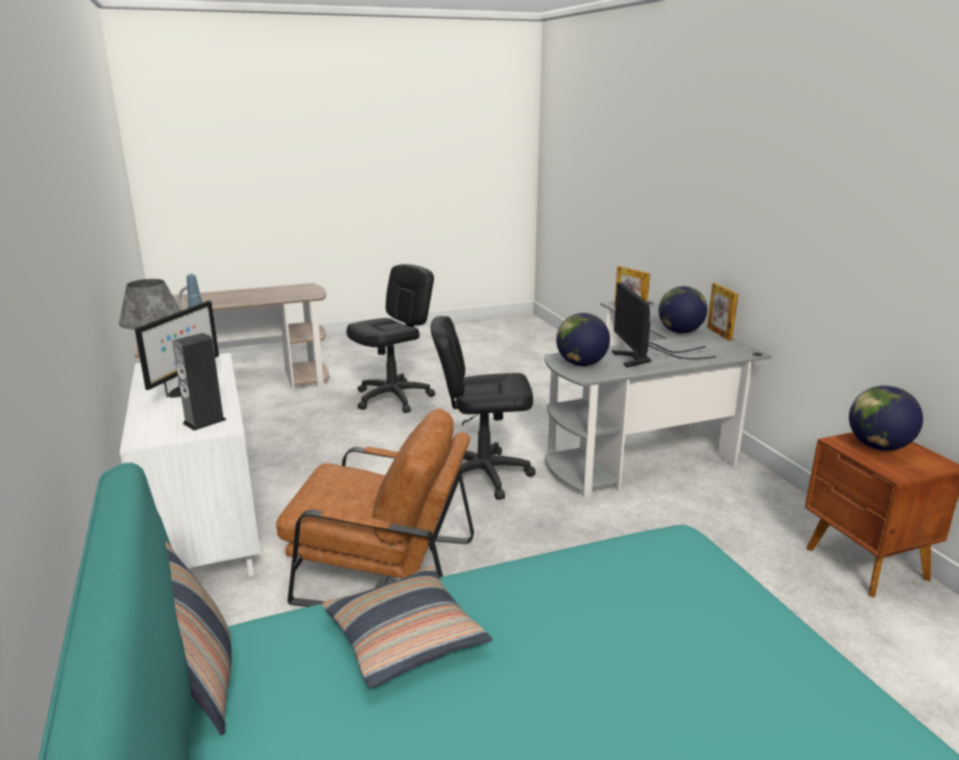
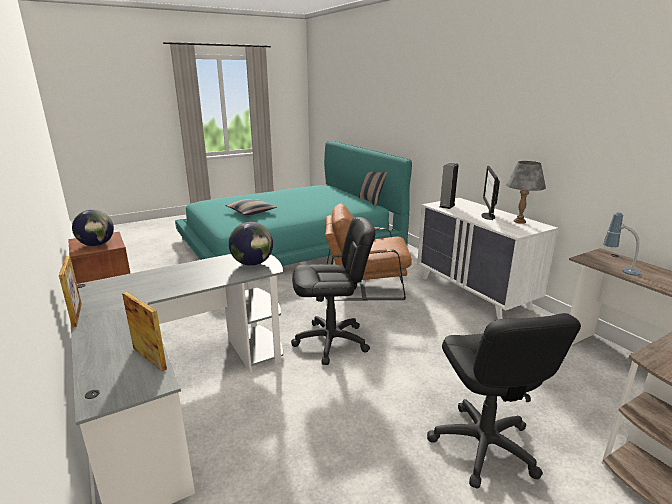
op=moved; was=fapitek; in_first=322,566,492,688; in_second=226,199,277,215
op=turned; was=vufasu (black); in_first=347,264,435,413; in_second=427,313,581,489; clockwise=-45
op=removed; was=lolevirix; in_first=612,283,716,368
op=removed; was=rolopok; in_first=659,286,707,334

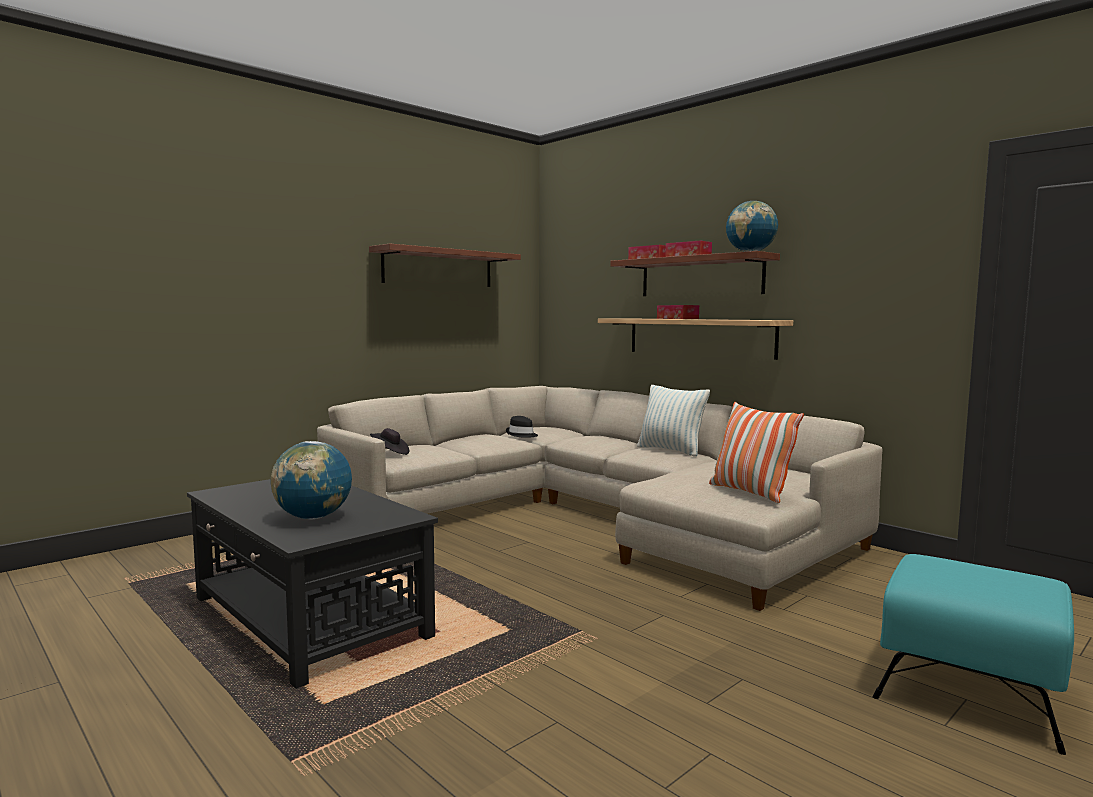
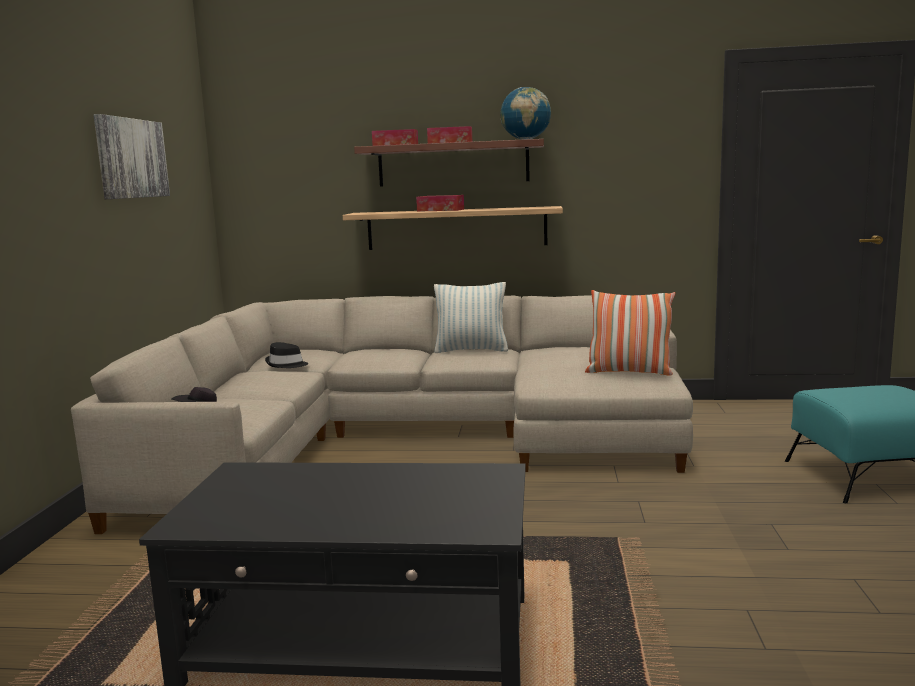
op=removed; was=rolopok; in_first=271,441,352,519
op=replaced; was=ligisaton; now=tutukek; in_first=369,244,521,287; in_second=94,114,170,199

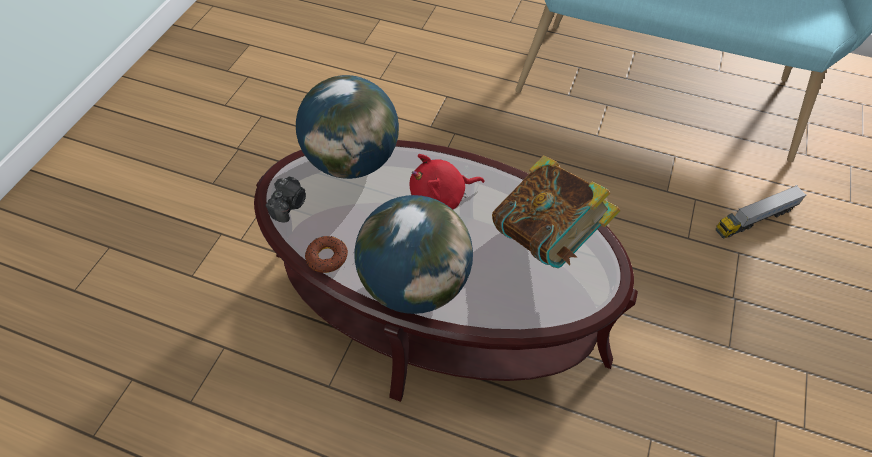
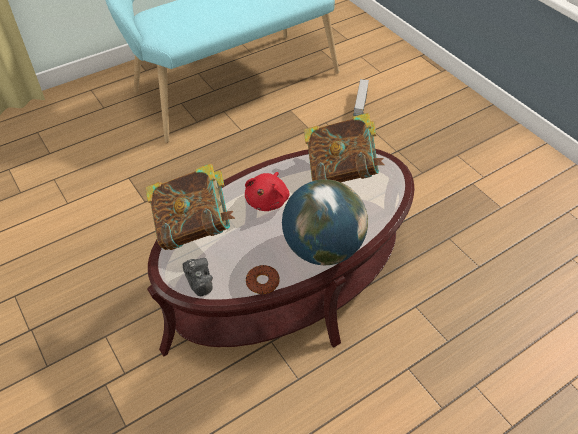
op=replaced; was=rolopok; now=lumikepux; in_first=296,75,399,179; in_second=145,163,235,250

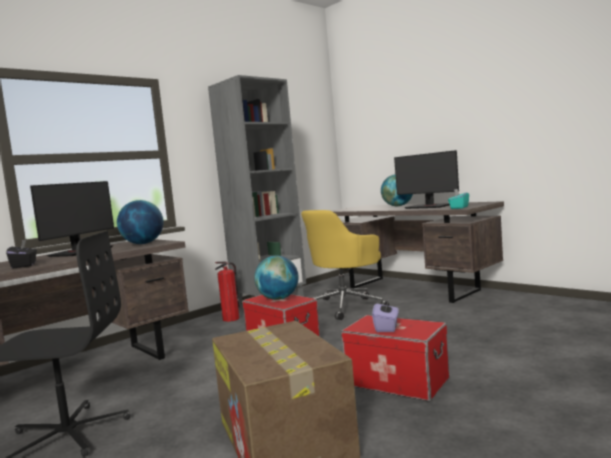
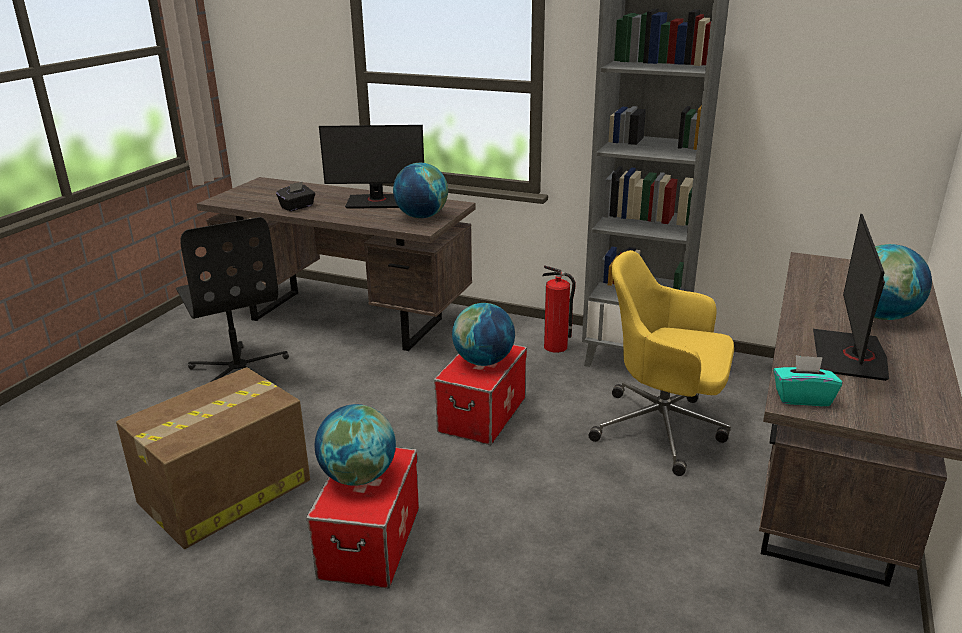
op=replaced; was=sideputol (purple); now=rolopok; in_first=372,298,399,332; in_second=315,404,396,486

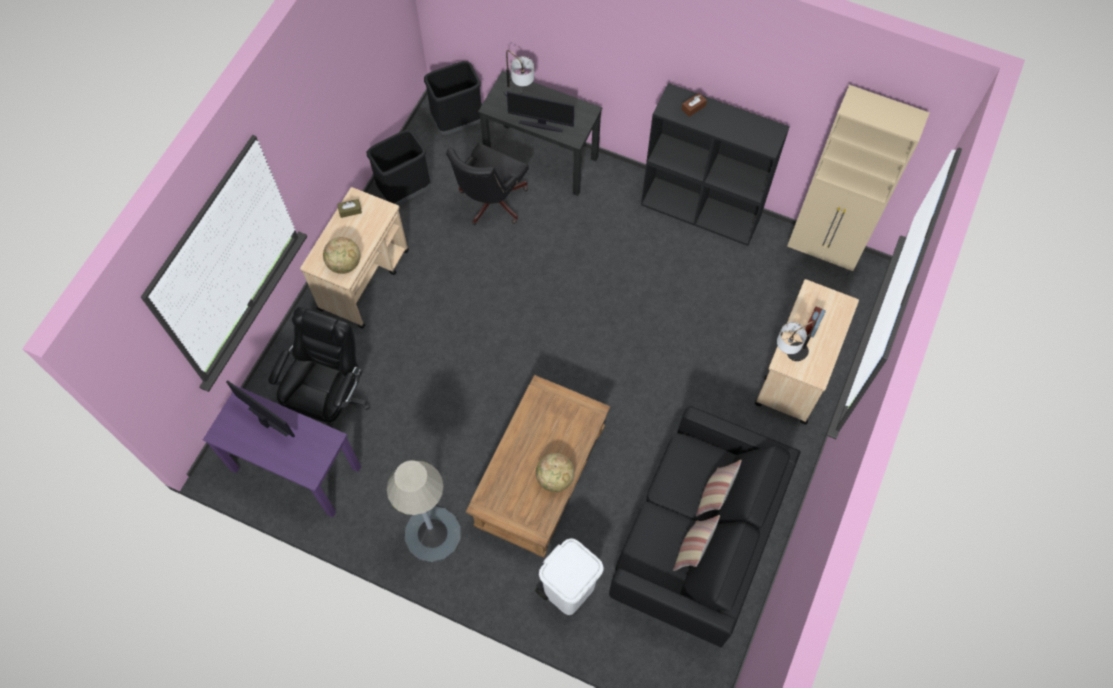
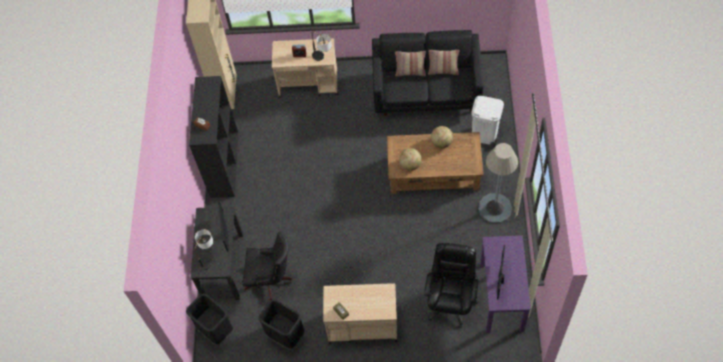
op=turned; was=vufasu (black); in_first=268,307,370,428; in_second=424,243,479,328; clockwise=105
op=moved; was=rolopok; in_first=323,237,360,274; in_second=399,148,422,171

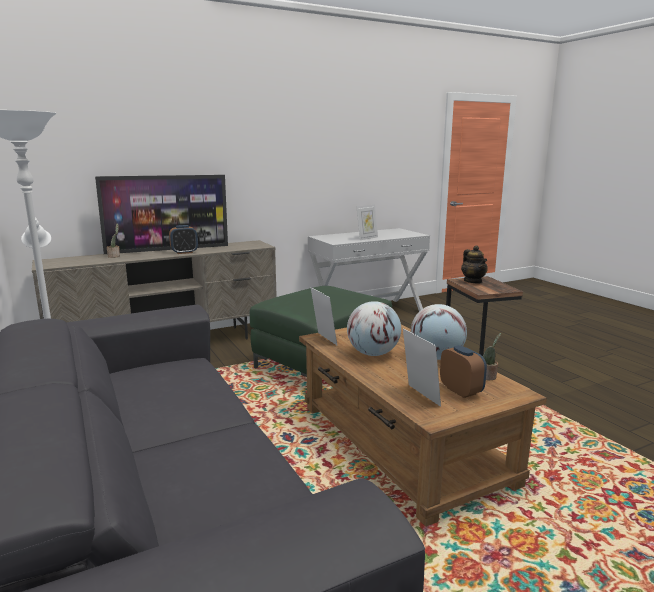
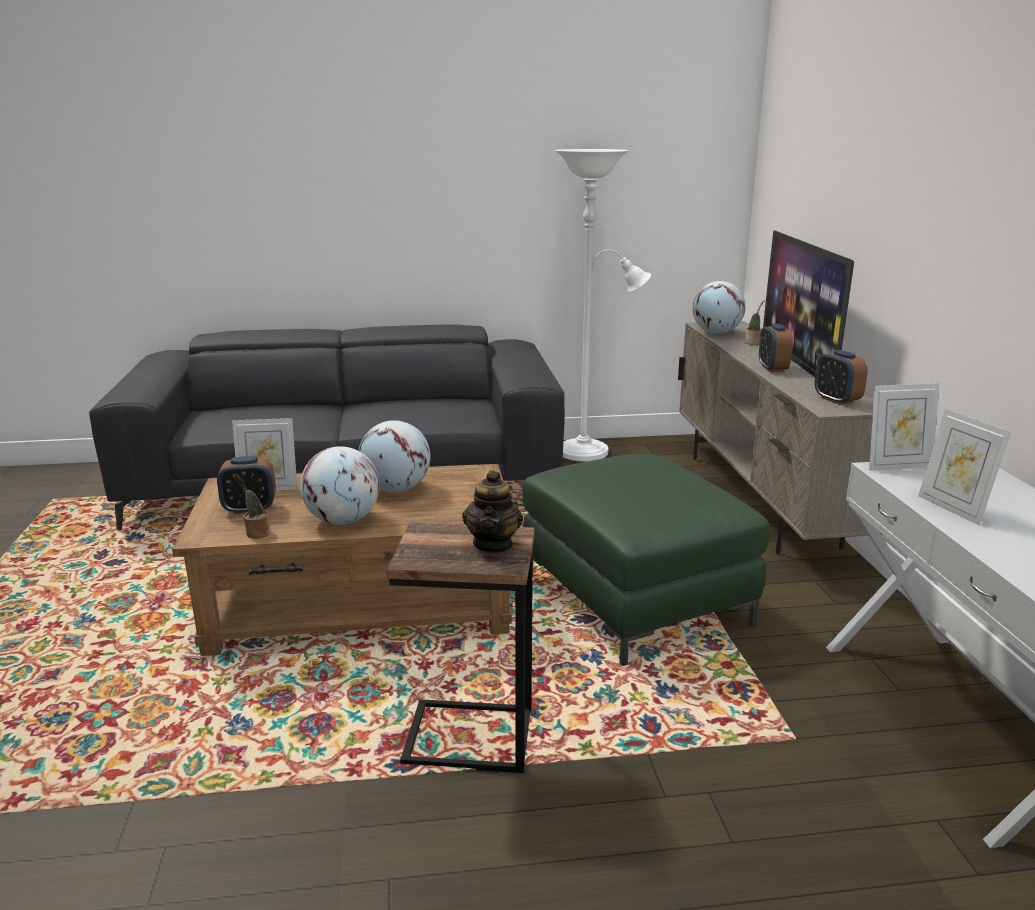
op=moved; was=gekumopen; in_first=311,287,337,345; in_second=869,383,939,471
op=turned; was=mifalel; in_first=461,245,488,283; in_second=462,470,523,553; clockwise=-90
op=added; now=rolopok; in_second=692,281,746,334
op=added; now=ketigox; in_second=814,350,868,405

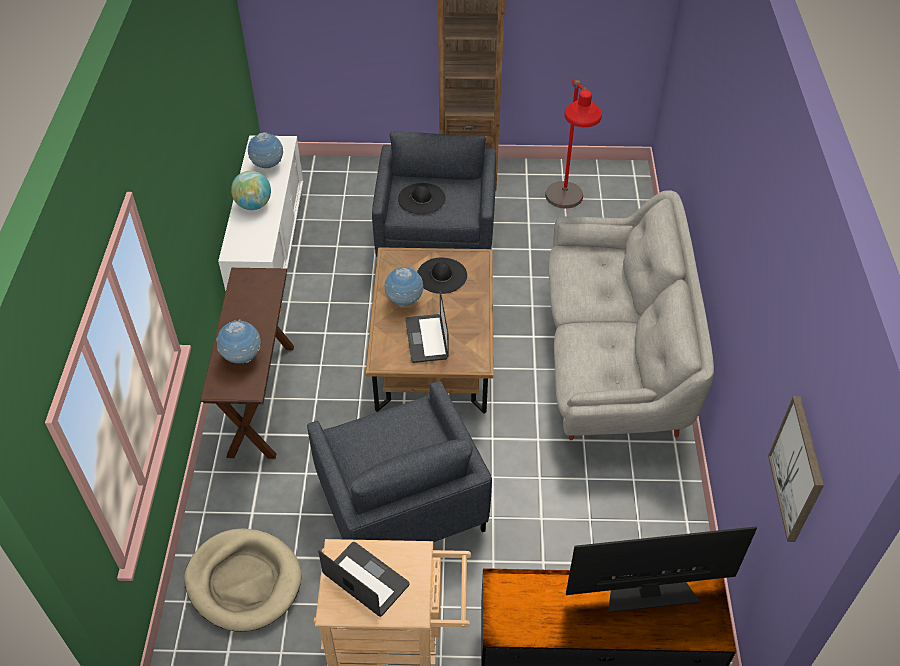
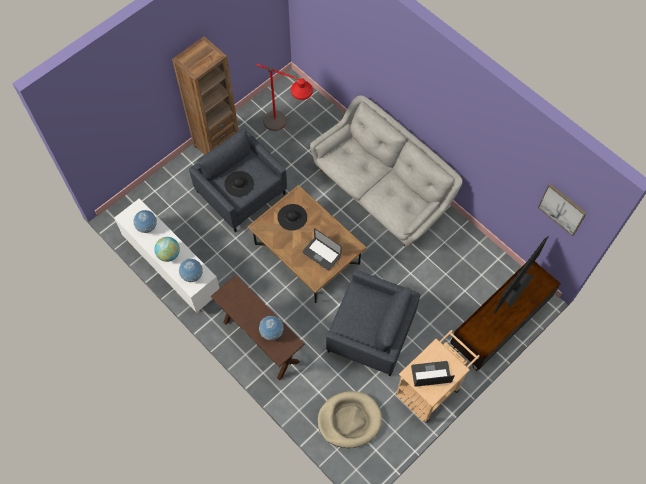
op=moved; was=rolopok; in_first=384,267,423,307; in_second=179,258,203,282

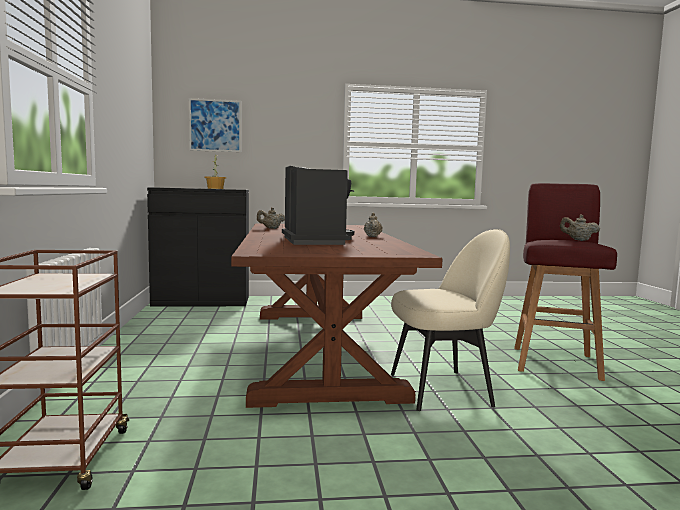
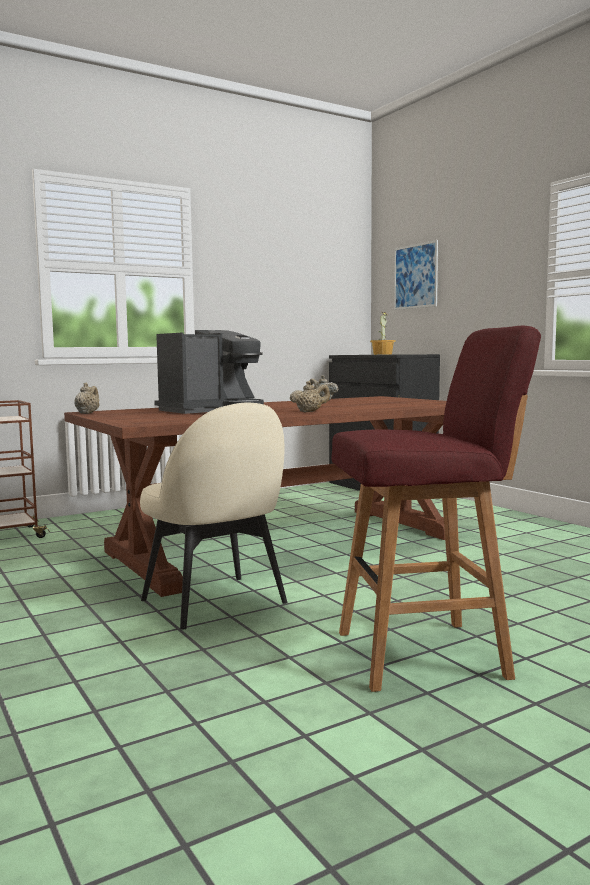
op=moved; was=mifalel (beige); in_first=560,214,600,241; in_second=74,383,100,414

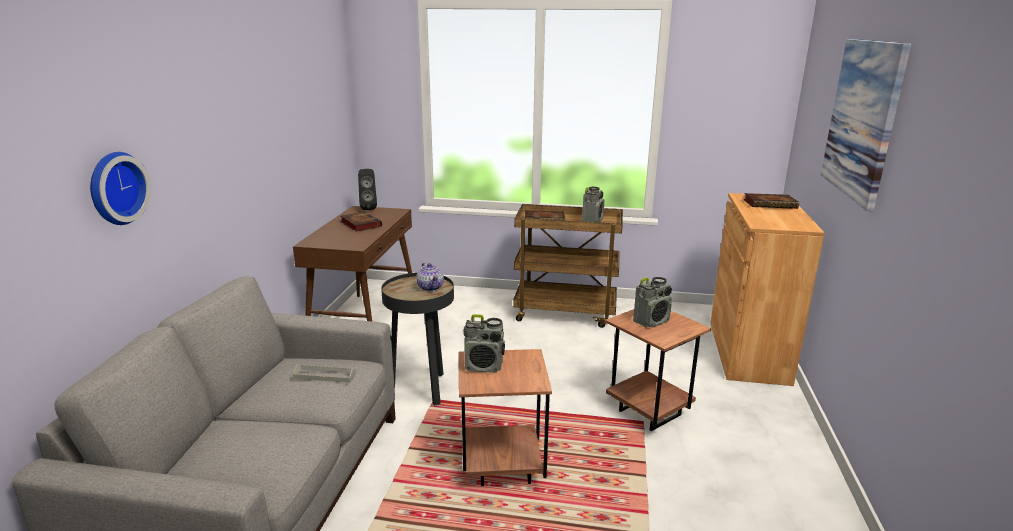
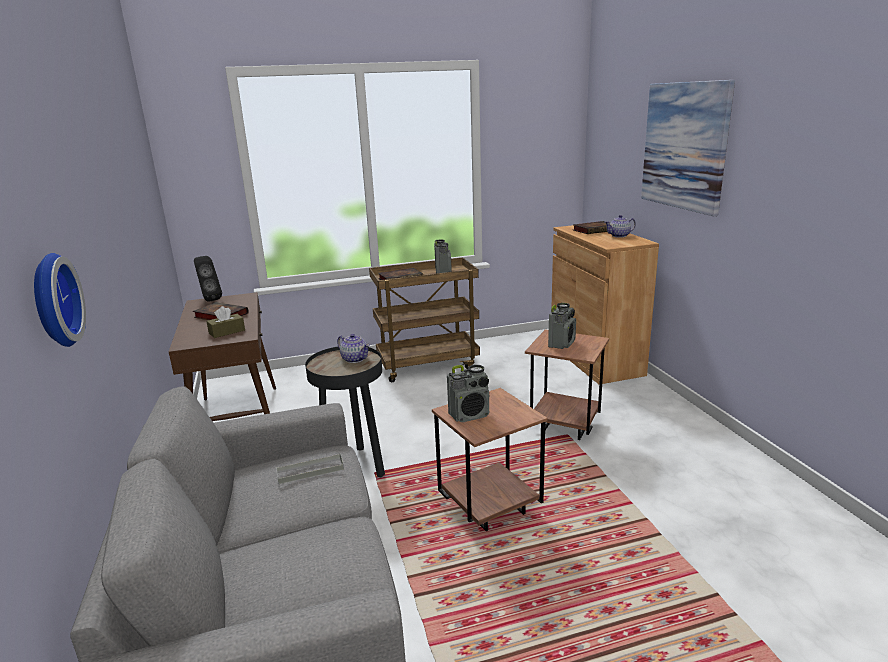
op=added; now=sideputol (brown); in_second=206,306,245,338
op=added; now=mifalel; in_second=605,215,636,238

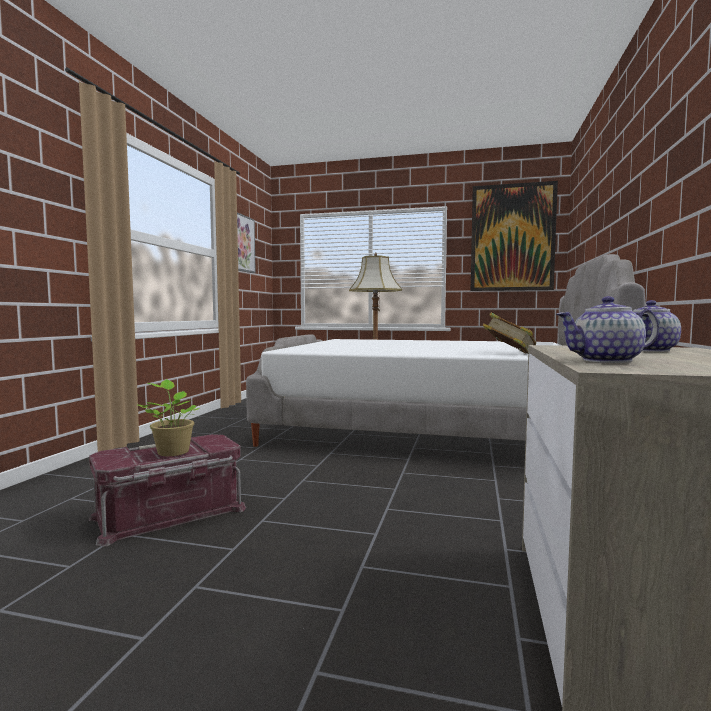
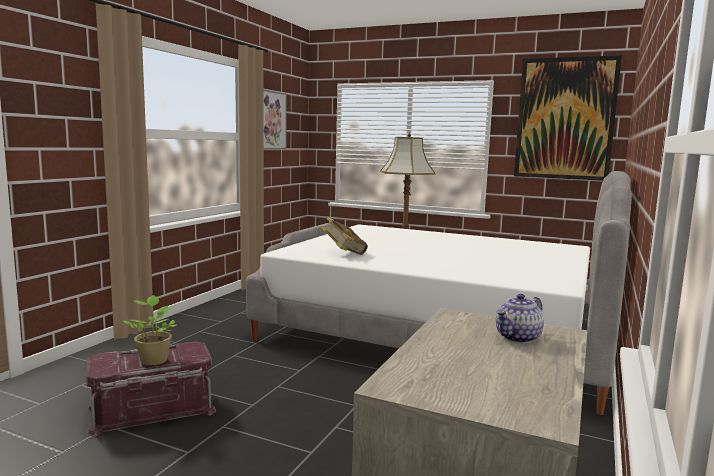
op=moved; was=lumikepux; in_first=483,313,536,354; in_second=320,217,368,255
op=removed; was=mifalel; in_first=556,296,659,363

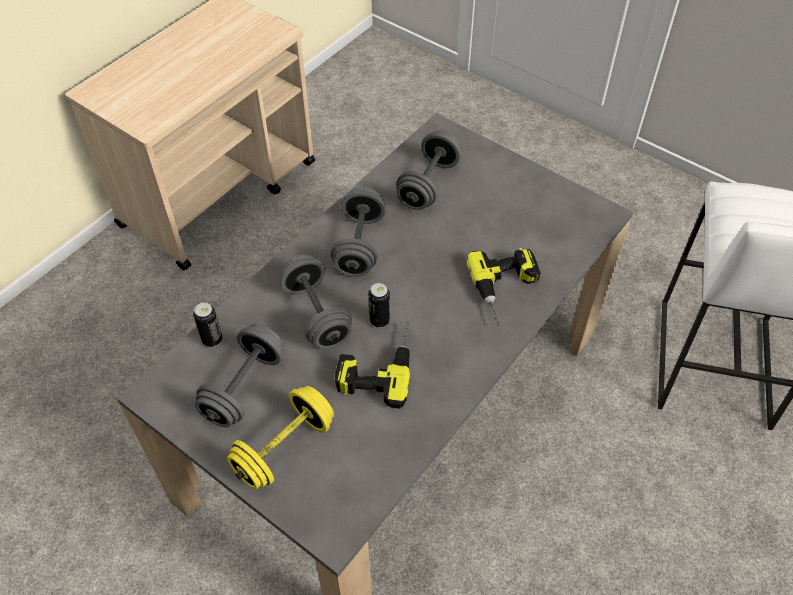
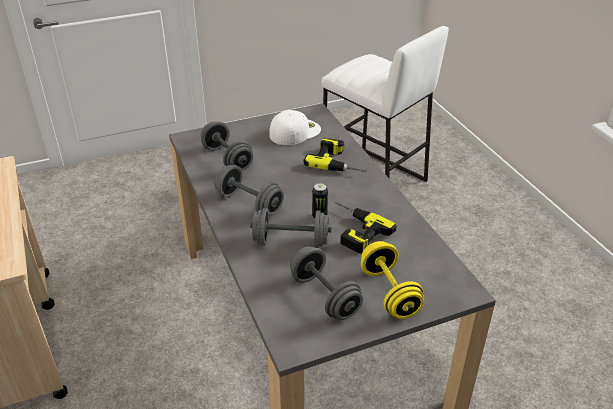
op=removed; was=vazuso; in_first=193,302,222,347
op=added; now=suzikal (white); in_second=269,110,321,145

